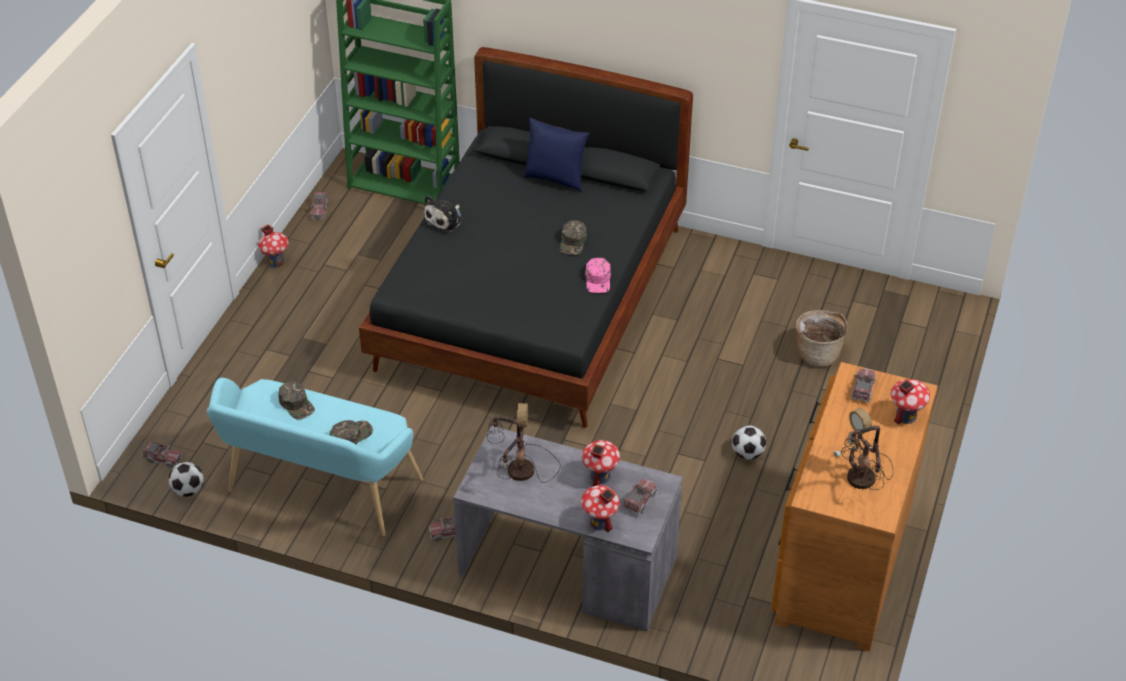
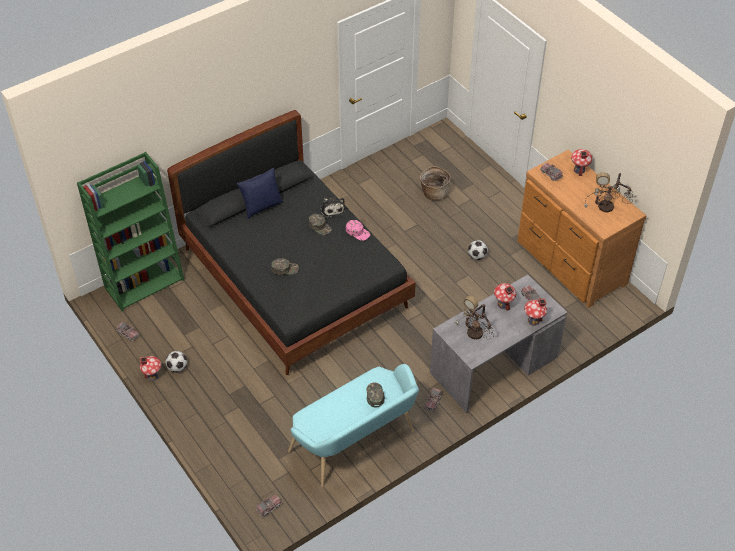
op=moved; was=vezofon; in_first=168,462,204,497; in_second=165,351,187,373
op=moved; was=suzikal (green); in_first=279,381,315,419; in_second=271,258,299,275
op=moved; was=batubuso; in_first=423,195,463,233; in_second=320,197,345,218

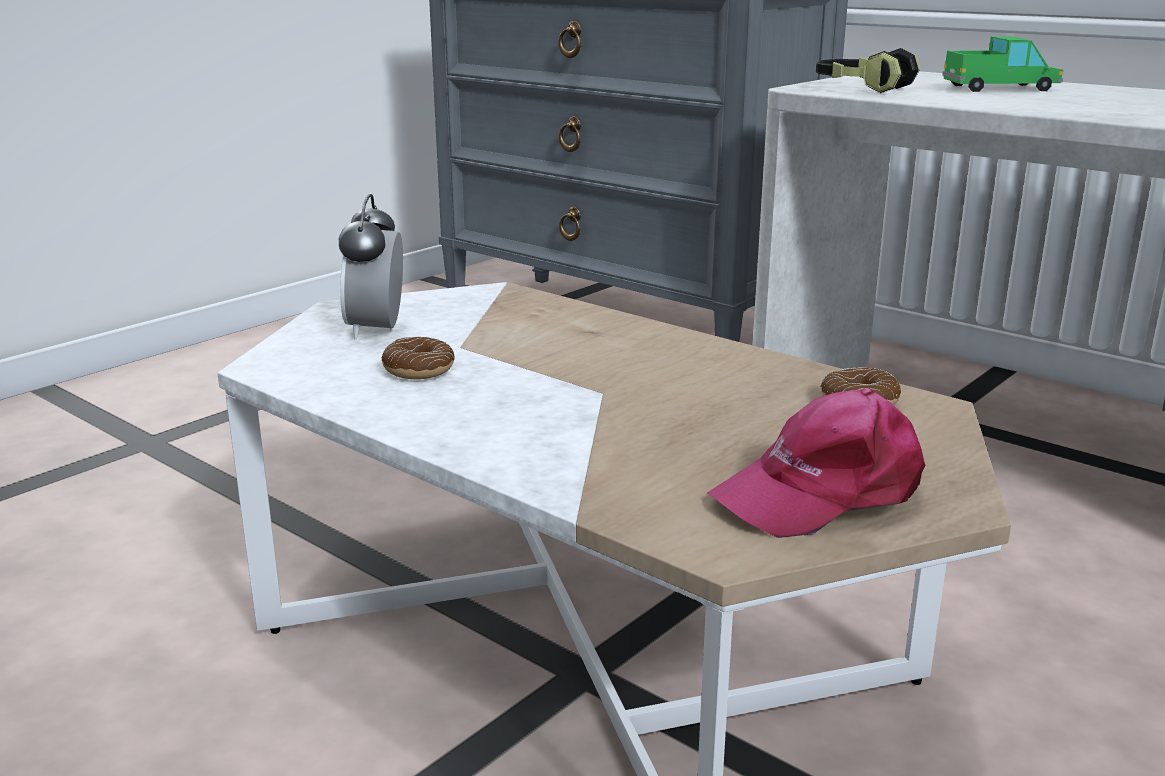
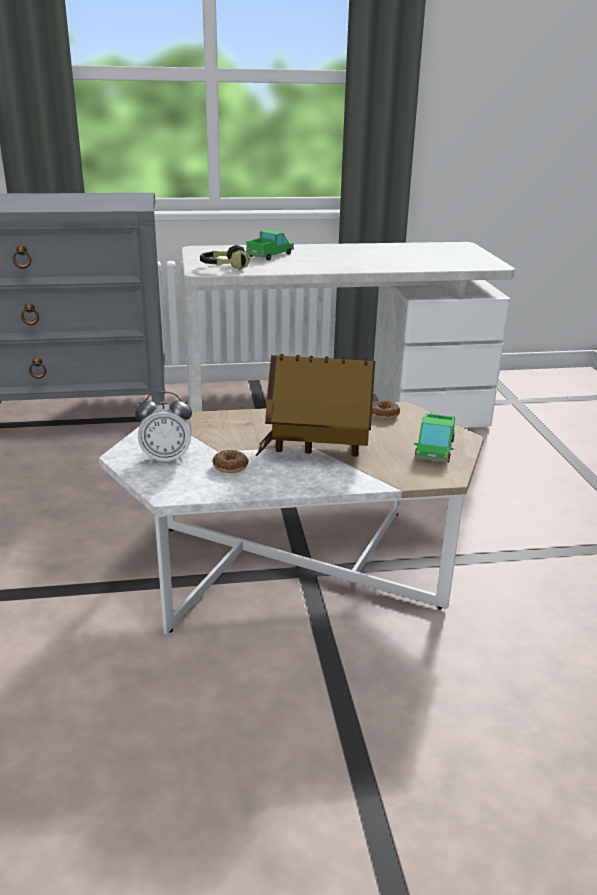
op=turned; was=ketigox; in_first=339,194,403,340; in_second=135,391,192,463; clockwise=-45
op=replaced; was=suzikal (pink); now=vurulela; in_first=708,389,926,538; in_second=414,413,455,462
op=added; now=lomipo; in_second=256,354,375,457

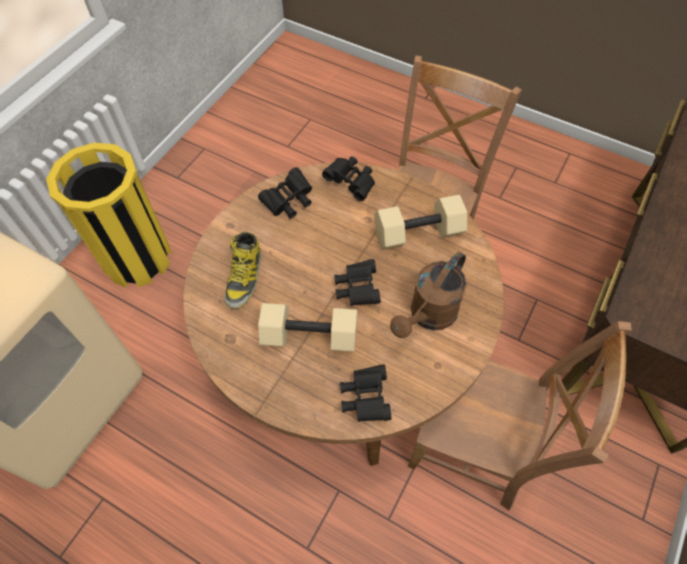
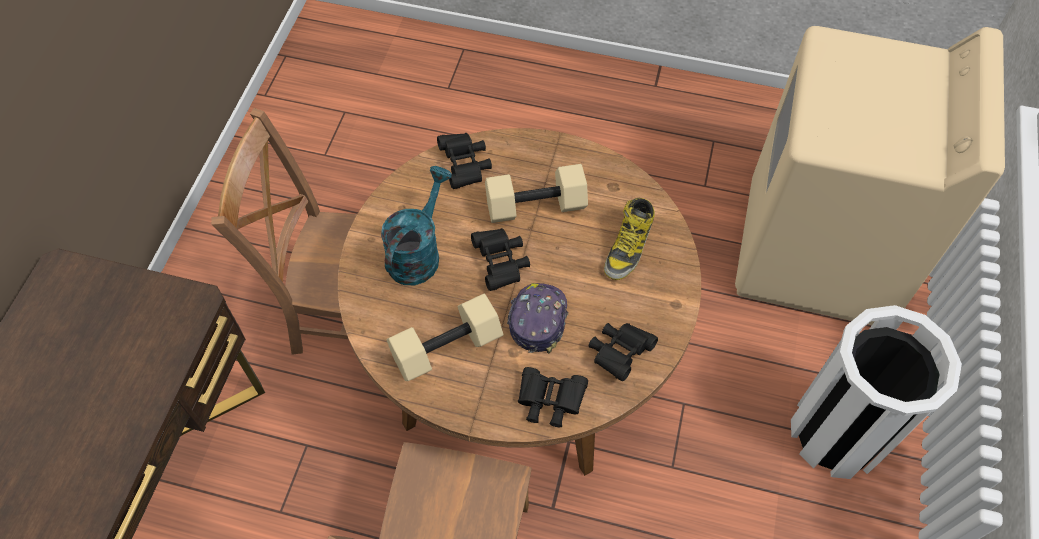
op=recoloured; was=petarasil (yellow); now=petarasil (white); in_first=46,143,172,287; in_second=791,305,962,479
op=turned; was=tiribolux; in_first=225,232,262,309; in_second=604,198,655,280; clockwise=-150
op=recoloured; was=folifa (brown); now=folifa (turquoise); in_first=390,252,467,338; in_second=381,166,452,285
op=added; now=suzikal; in_second=507,283,568,354

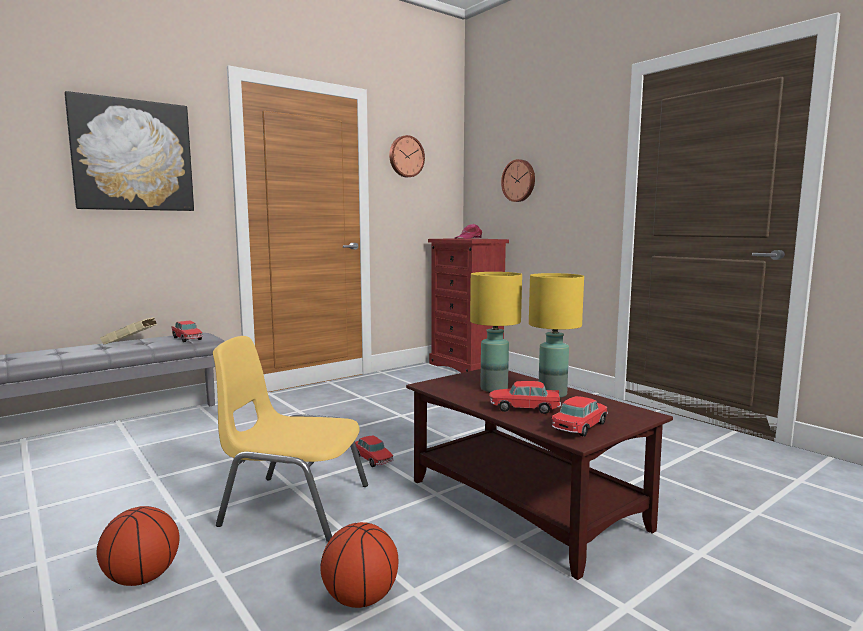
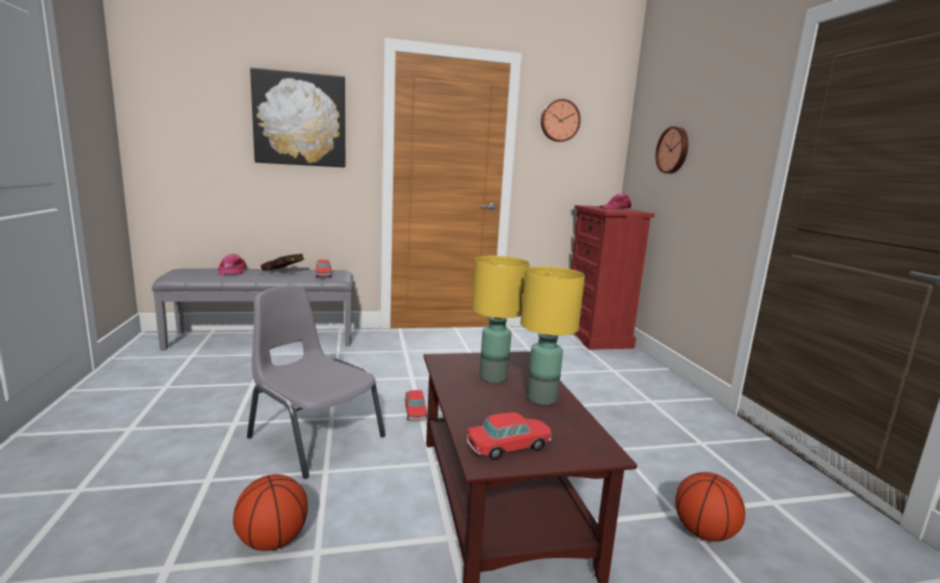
op=moved; was=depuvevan; in_first=97,506,180,586; in_second=675,472,745,542
op=recoloured; was=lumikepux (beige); now=lumikepux (red); in_first=100,317,157,344; in_second=261,254,304,271
op=recoloured; was=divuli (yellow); now=divuli (grey); in_first=213,336,368,542; in_second=247,285,385,479
op=removed; was=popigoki; in_first=489,381,561,414
op=added; now=suzikal (pink); in_second=218,254,247,275

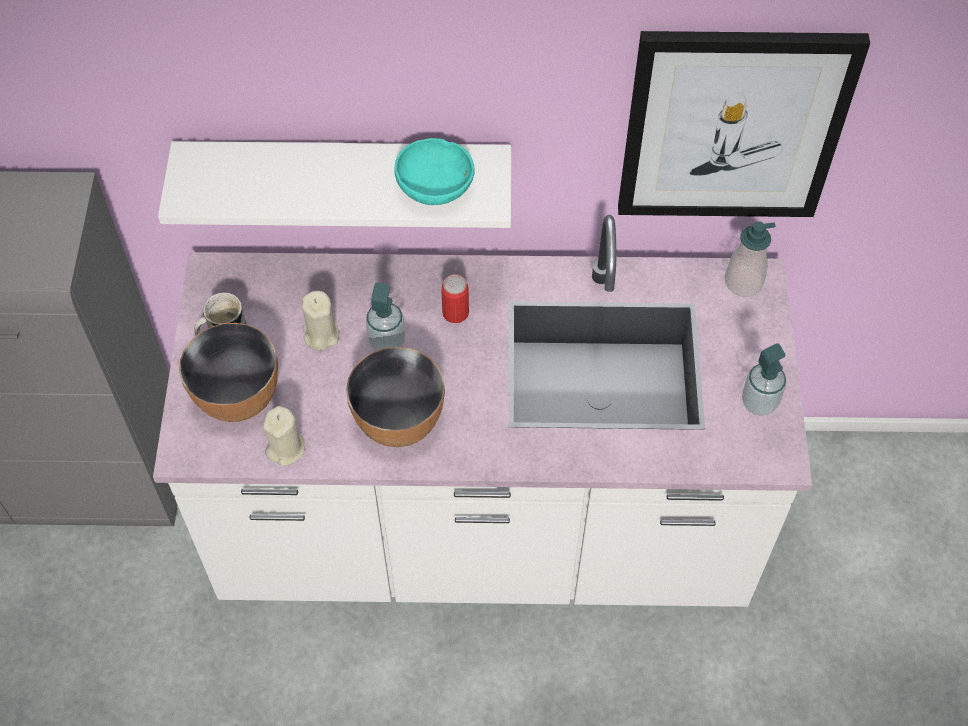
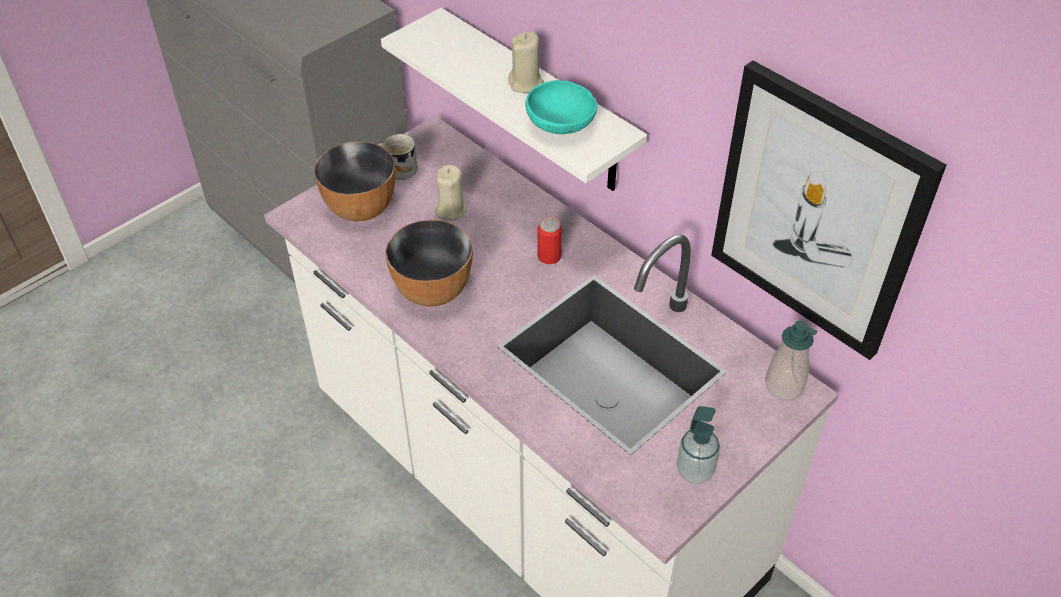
op=moved; was=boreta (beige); in_first=263,406,305,467; in_second=508,32,544,93
op=removed; was=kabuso; in_first=366,282,405,351

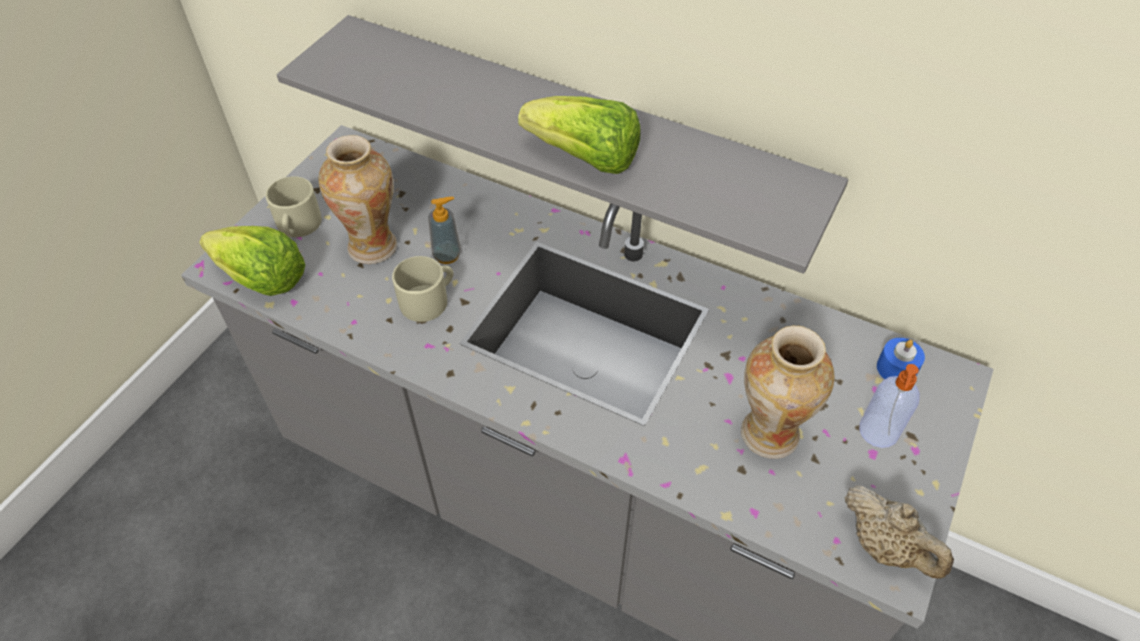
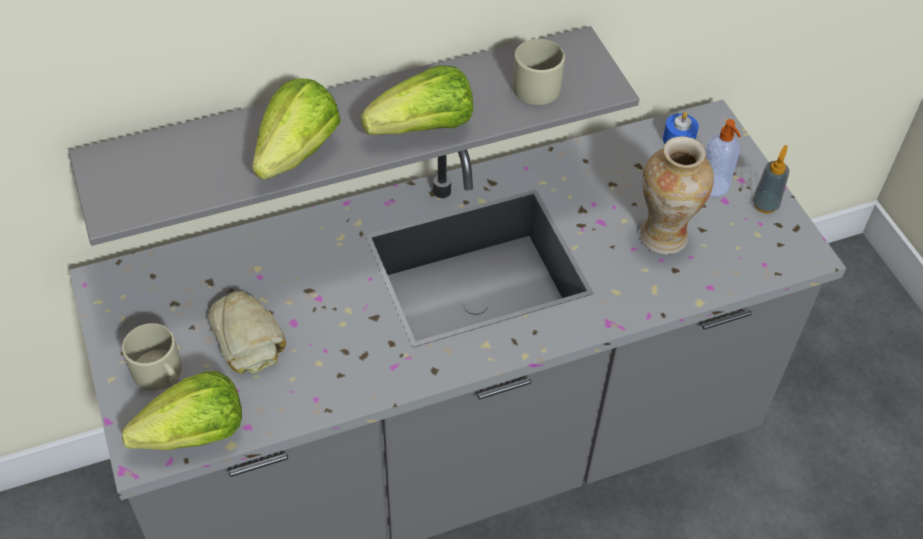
op=replaced; was=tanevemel; now=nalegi; in_first=319,135,397,264; in_second=208,291,286,373
op=moved; was=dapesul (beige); in_first=392,256,453,322; in_second=513,39,565,105
op=moved; was=kabuso; in_first=428,197,461,264; in_second=753,145,789,213
op=removed; was=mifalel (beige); in_first=844,485,954,579
op=added; now=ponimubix; in_second=252,78,341,180

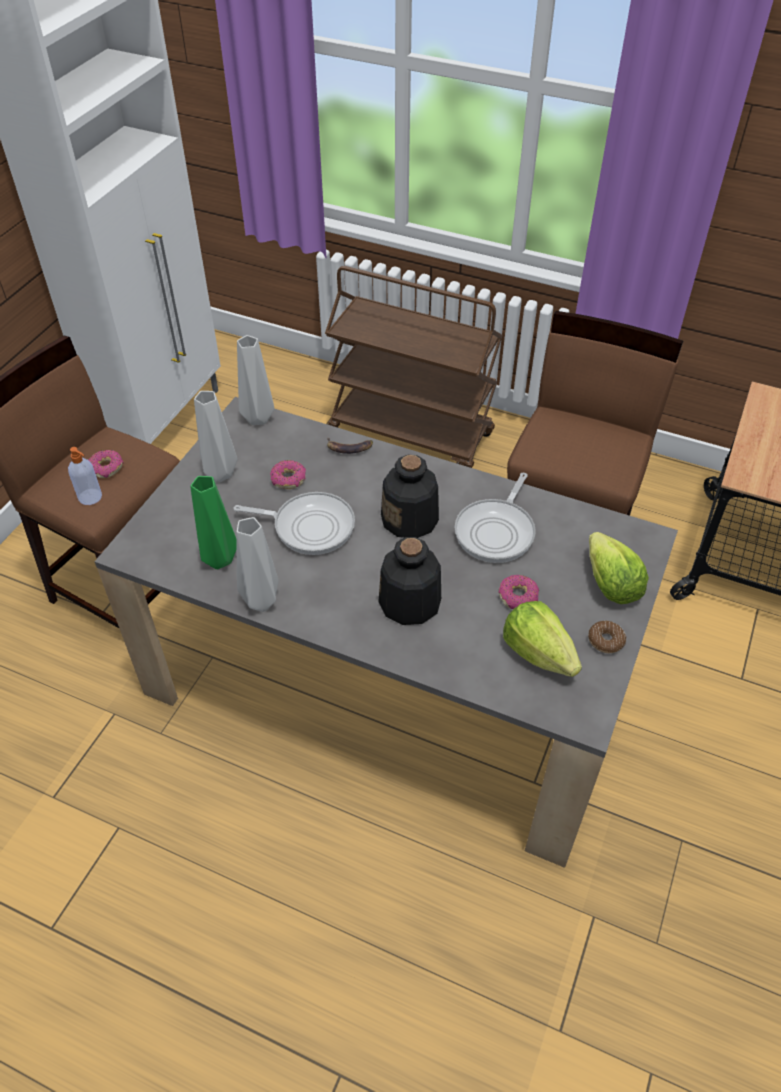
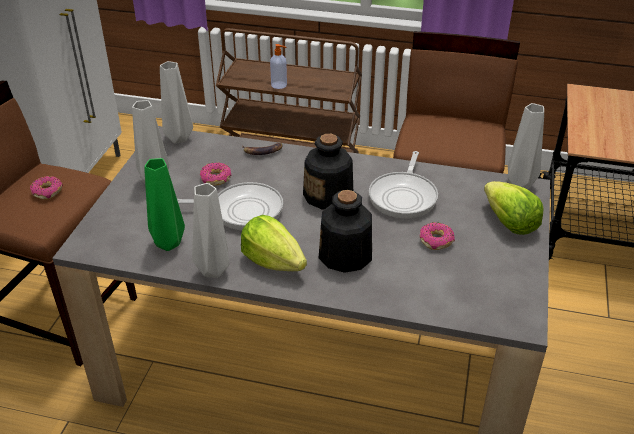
op=moved; was=kabuso; in_first=68,447,102,505; in_second=270,44,287,89
op=moved; was=ponimubix; in_first=503,601,582,677; in_second=241,215,307,271
op=removed; was=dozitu; in_first=588,621,626,653
op=added; now=tanevemel (grey); in_second=508,103,544,190

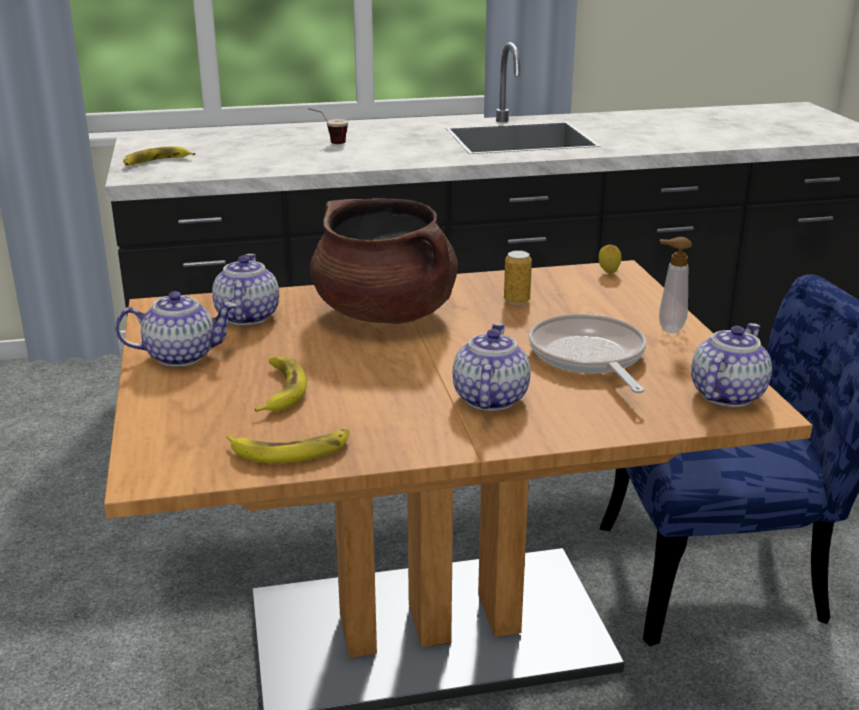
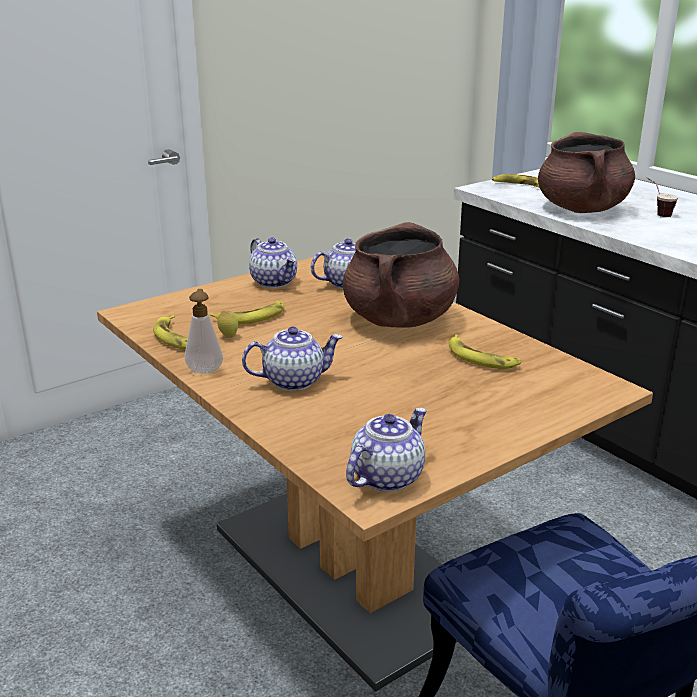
op=replaced; was=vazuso; now=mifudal; in_first=504,250,532,305; in_second=449,335,522,369
op=removed; was=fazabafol; in_first=529,314,646,393
op=moved; was=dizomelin; in_first=598,245,621,274; in_second=217,310,238,338
op=moved; was=kabuso; in_first=659,237,692,333; in_second=185,289,223,374
op=turned; was=mifalel; in_first=691,323,772,407; in_second=346,408,427,492; clockwise=-60
op=added; now=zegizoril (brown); in_second=538,132,635,213

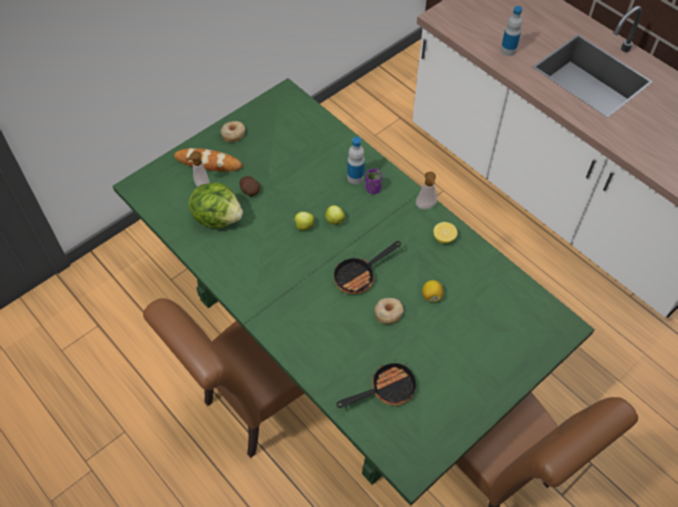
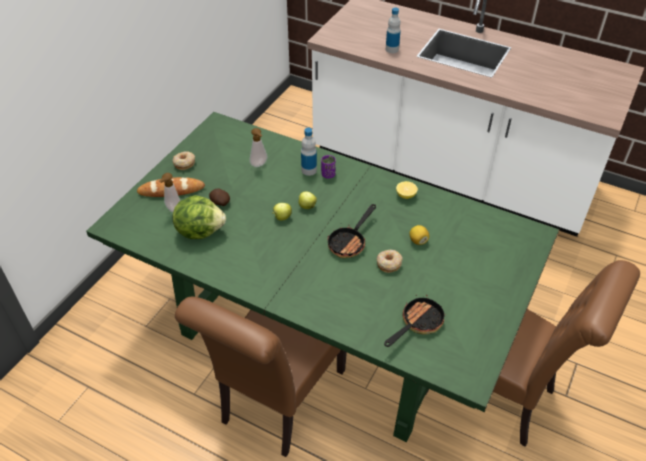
op=moved; was=kabuso; in_first=416,172,437,210; in_second=249,128,268,167

